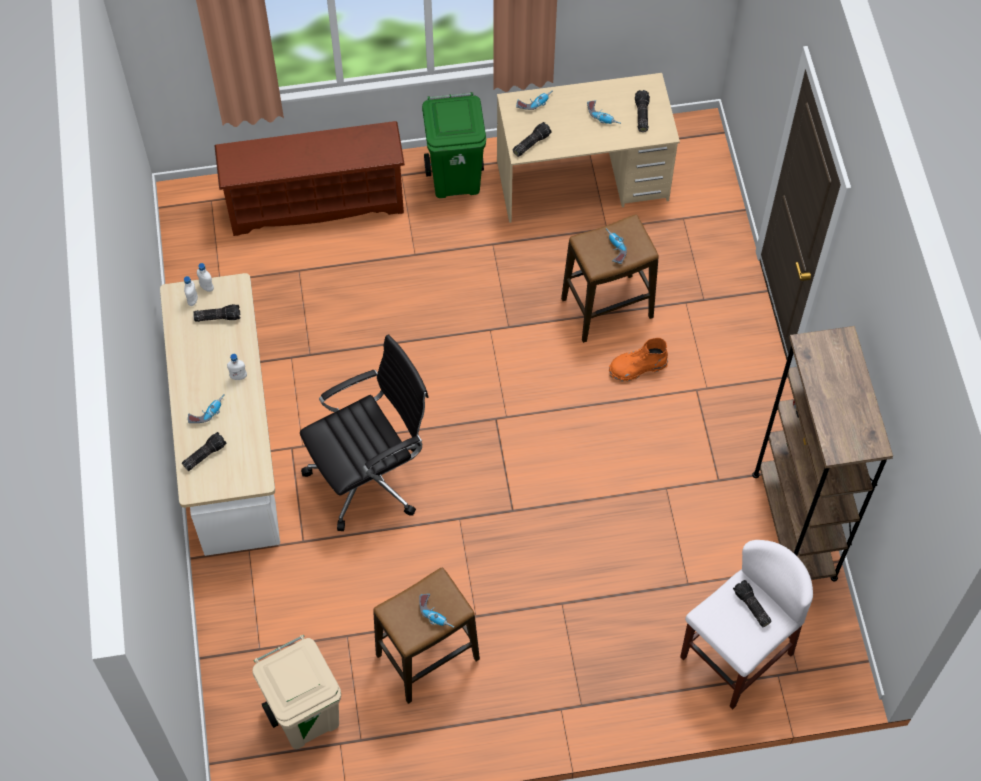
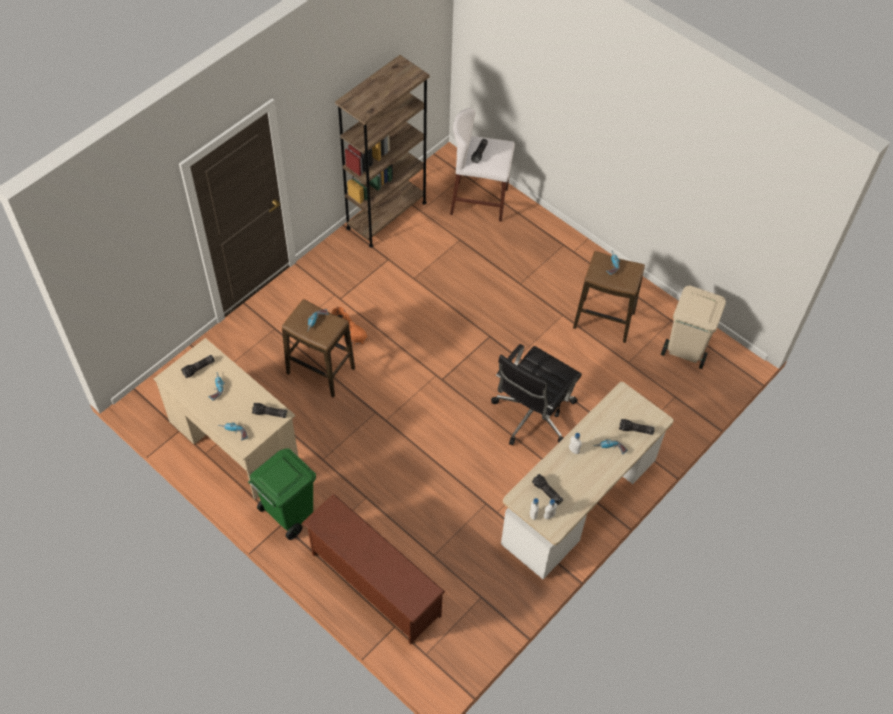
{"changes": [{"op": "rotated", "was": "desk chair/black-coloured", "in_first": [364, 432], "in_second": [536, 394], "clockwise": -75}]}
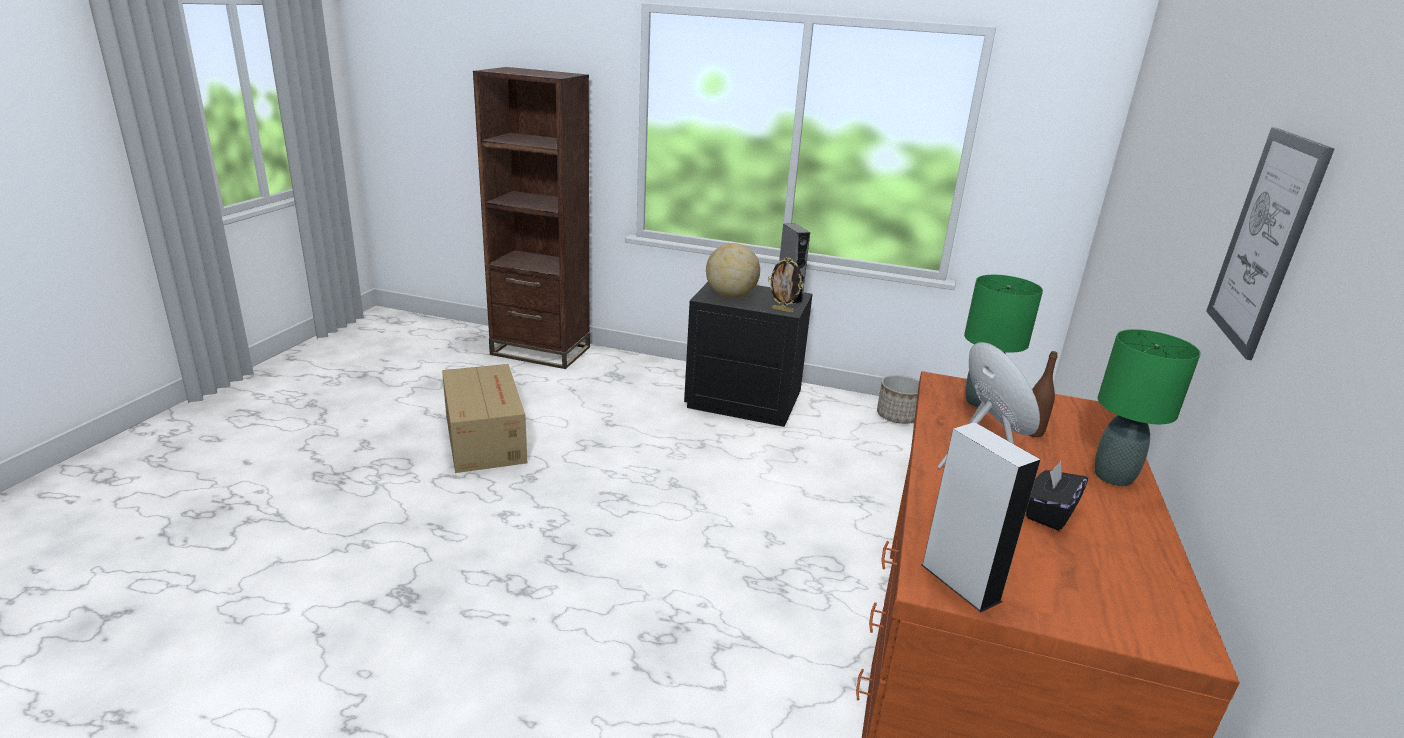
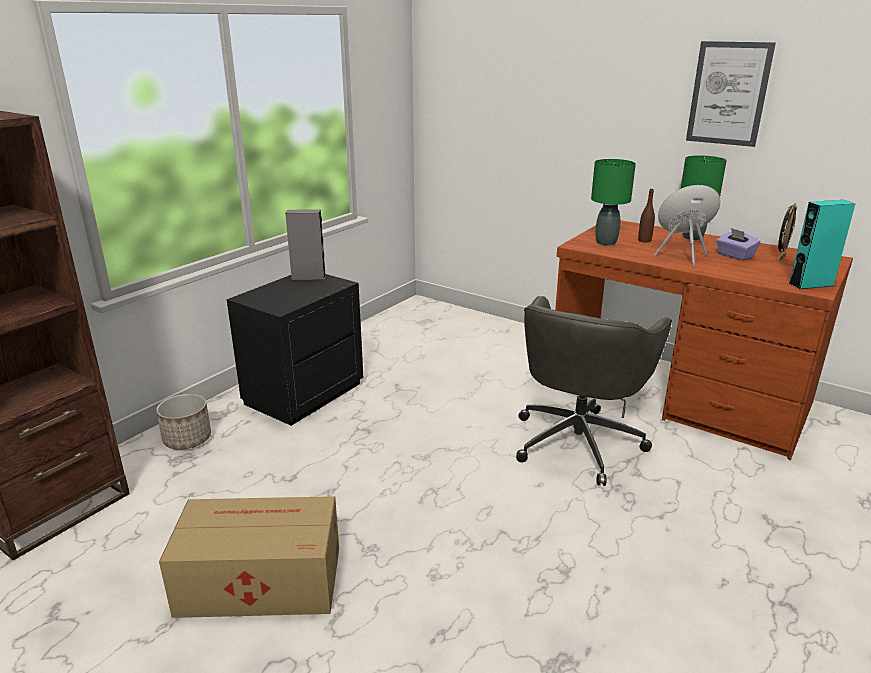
{"changes": [{"op": "gone", "was": "world globe", "in_first": [733, 270]}, {"op": "shifted", "was": "photo frame", "in_first": [786, 285], "in_second": [787, 232]}, {"op": "shifted", "was": "plant pot", "in_first": [898, 399], "in_second": [183, 421]}, {"op": "repainted", "was": "audio speaker/greyish", "now": "audio speaker/turquoise-coloured", "in_first": [981, 517], "in_second": [822, 244]}, {"op": "repainted", "was": "tissue holder/black-coloured", "now": "tissue holder/purplish", "in_first": [1057, 495], "in_second": [738, 244]}, {"op": "new", "now": "desk chair/greyish", "in_second": [594, 391]}]}
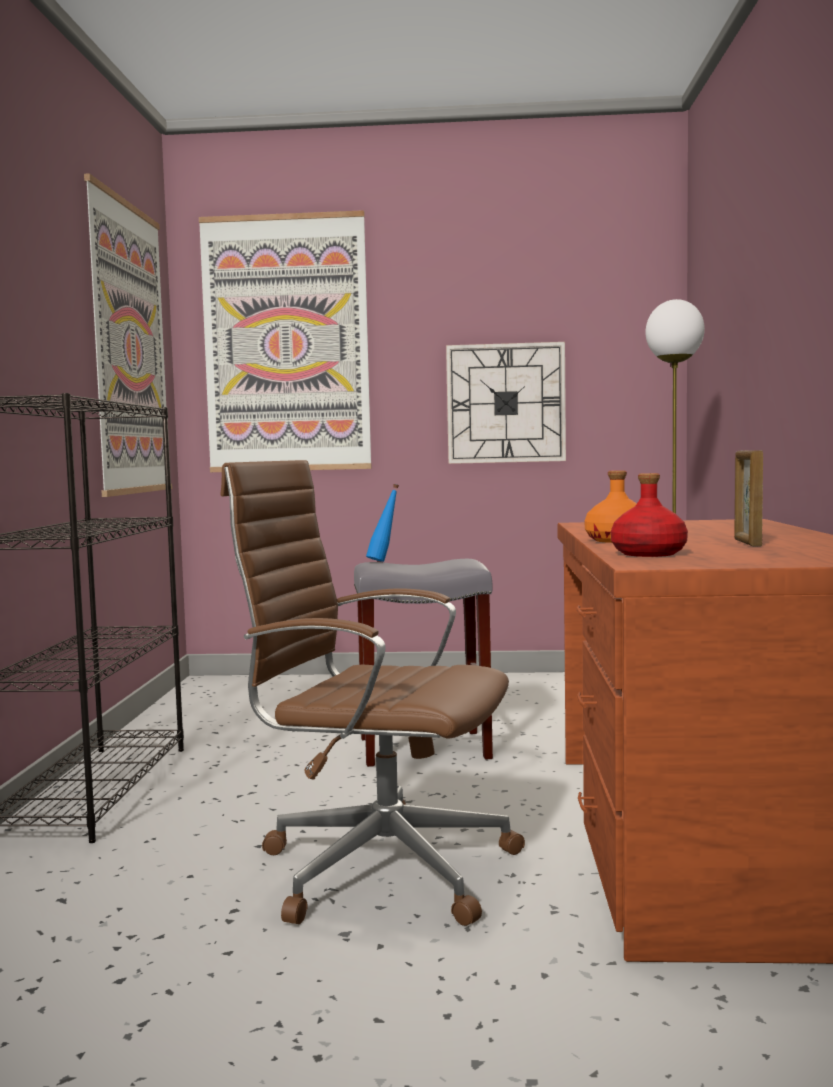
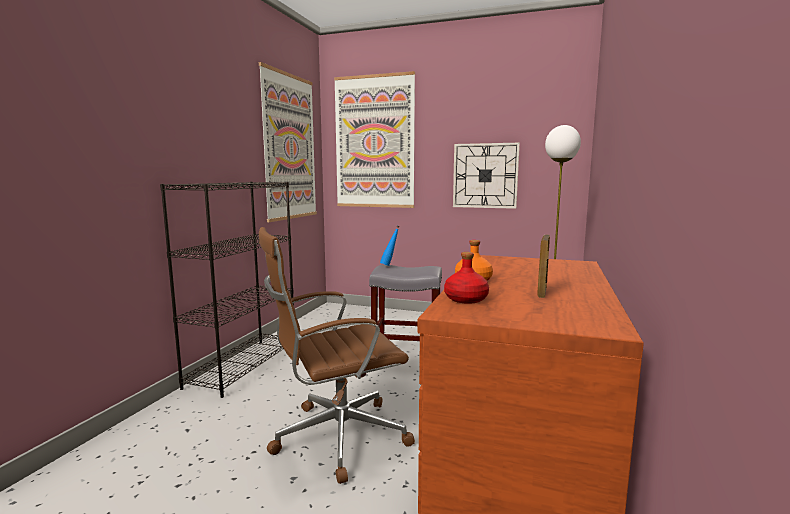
{"changes": [{"op": "rotated", "was": "desk chair/brown-coloured", "in_first": [372, 693], "in_second": [337, 355], "clockwise": -60}]}
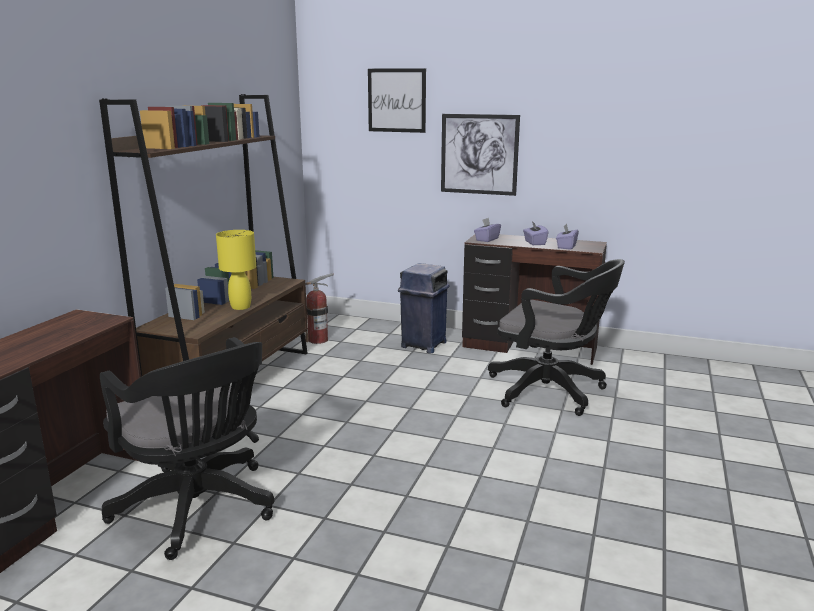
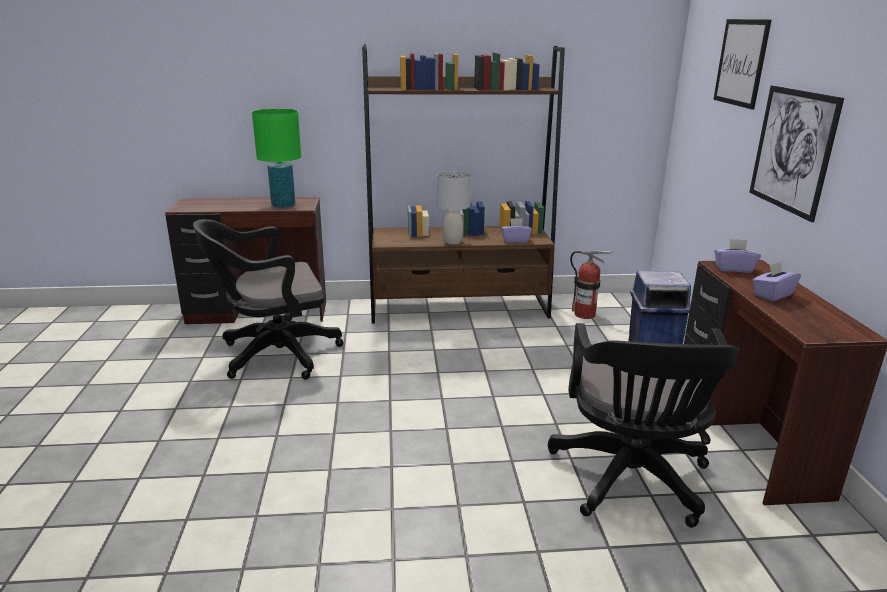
{"changes": [{"op": "shifted", "was": "tissue holder/purplish", "in_first": [567, 237], "in_second": [516, 230]}, {"op": "repainted", "was": "lamp for a table/yellow-coloured", "now": "lamp for a table/greyish", "in_first": [236, 270], "in_second": [454, 207]}, {"op": "rotated", "was": "desk chair/black-coloured", "in_first": [187, 448], "in_second": [268, 299], "clockwise": 45}, {"op": "new", "now": "lamp for a table/green-coloured", "in_second": [276, 158]}]}
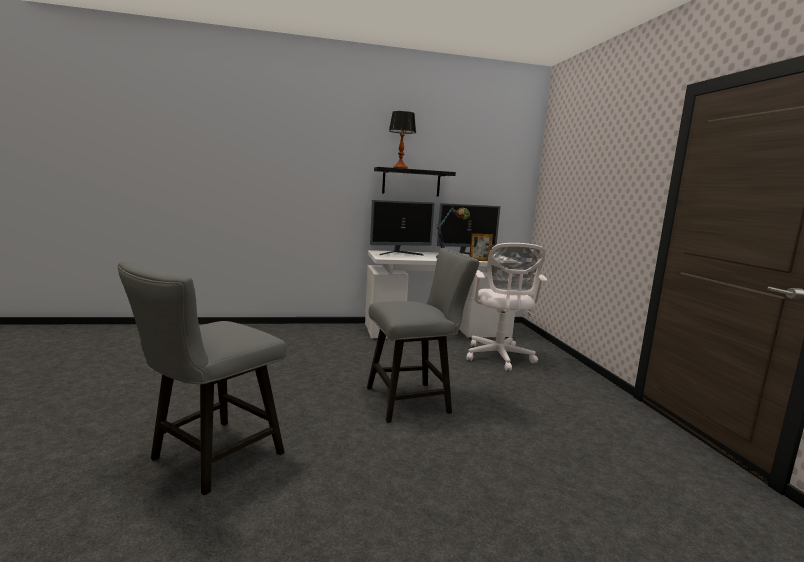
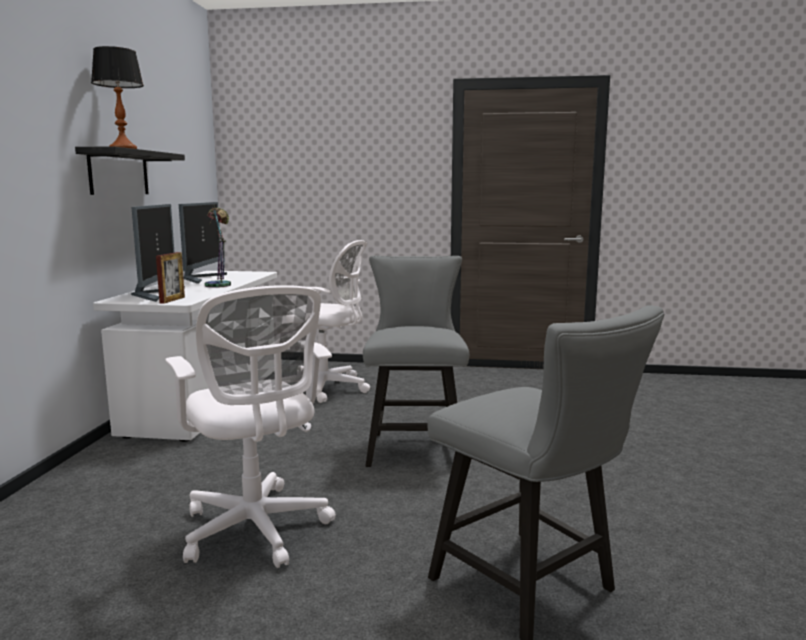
{"changes": [{"op": "shifted", "was": "photo frame", "in_first": [481, 247], "in_second": [170, 278]}, {"op": "new", "now": "desk chair/whitish", "in_second": [250, 426]}]}
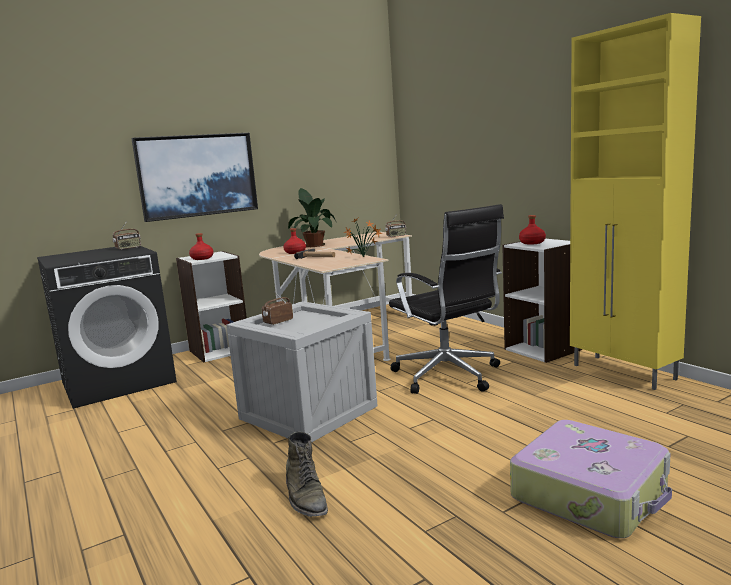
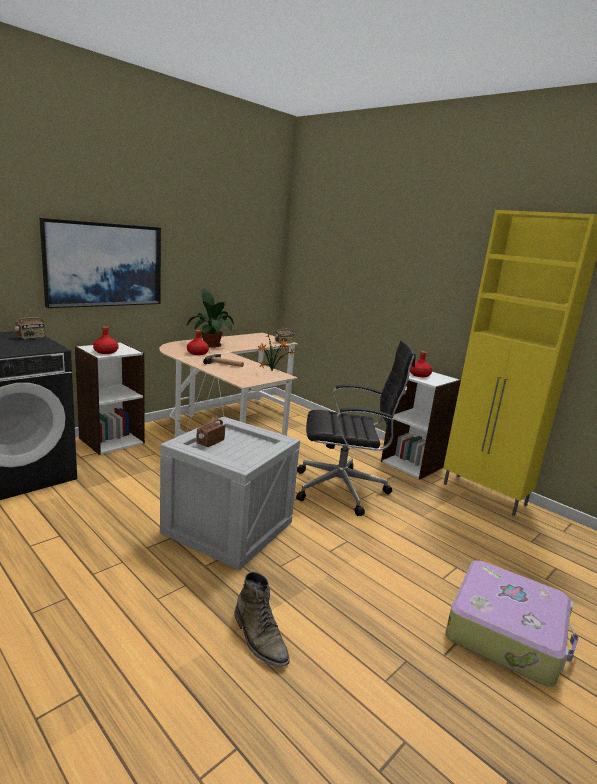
{"changes": [{"op": "rotated", "was": "desk chair/black-coloured", "in_first": [446, 299], "in_second": [356, 428], "clockwise": -45}]}
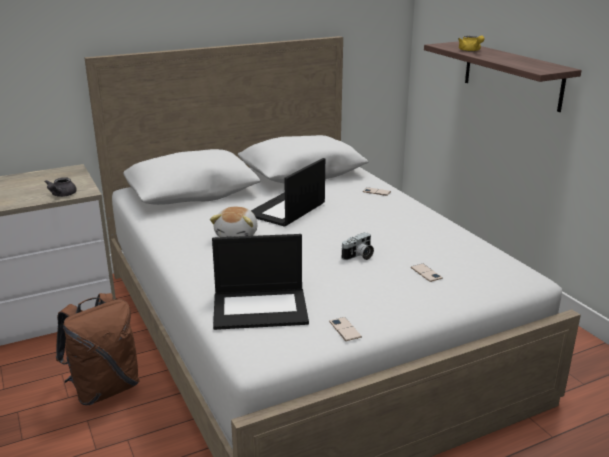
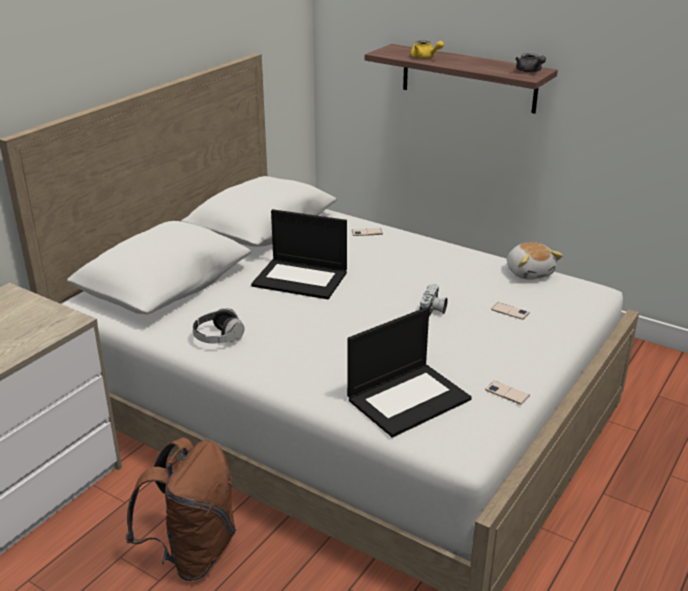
{"changes": [{"op": "rotated", "was": "laptop", "in_first": [288, 192], "in_second": [299, 254], "clockwise": -75}, {"op": "shifted", "was": "tea pot/greyish", "in_first": [60, 187], "in_second": [530, 63]}, {"op": "shifted", "was": "plush toy", "in_first": [234, 222], "in_second": [535, 261]}, {"op": "new", "now": "pair of headphones", "in_second": [218, 325]}]}
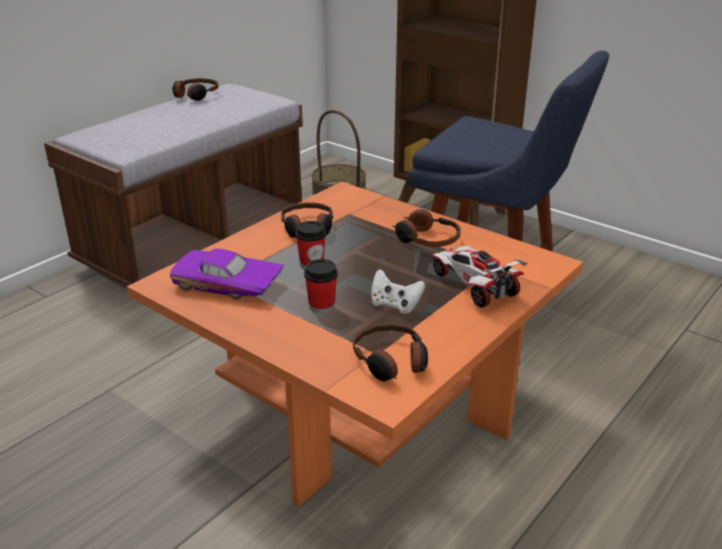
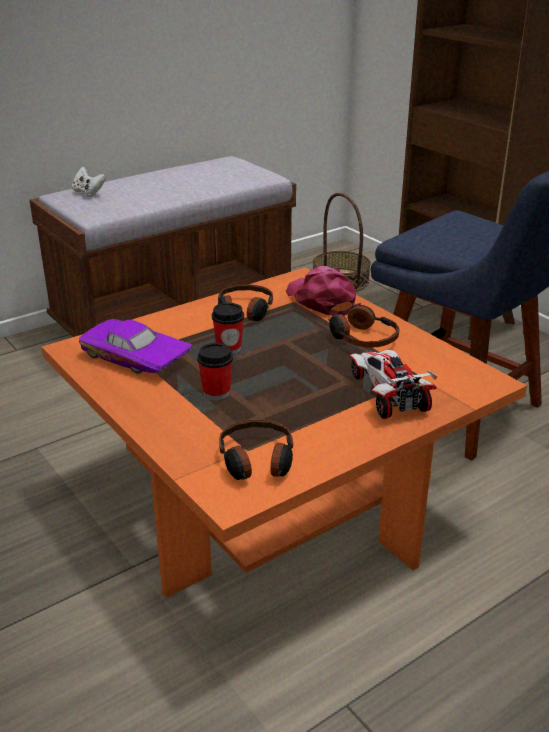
{"changes": [{"op": "gone", "was": "pair of headphones", "in_first": [195, 89]}, {"op": "shifted", "was": "joypad/whitish", "in_first": [398, 291], "in_second": [89, 182]}, {"op": "new", "now": "cap/pink", "in_second": [323, 291]}]}
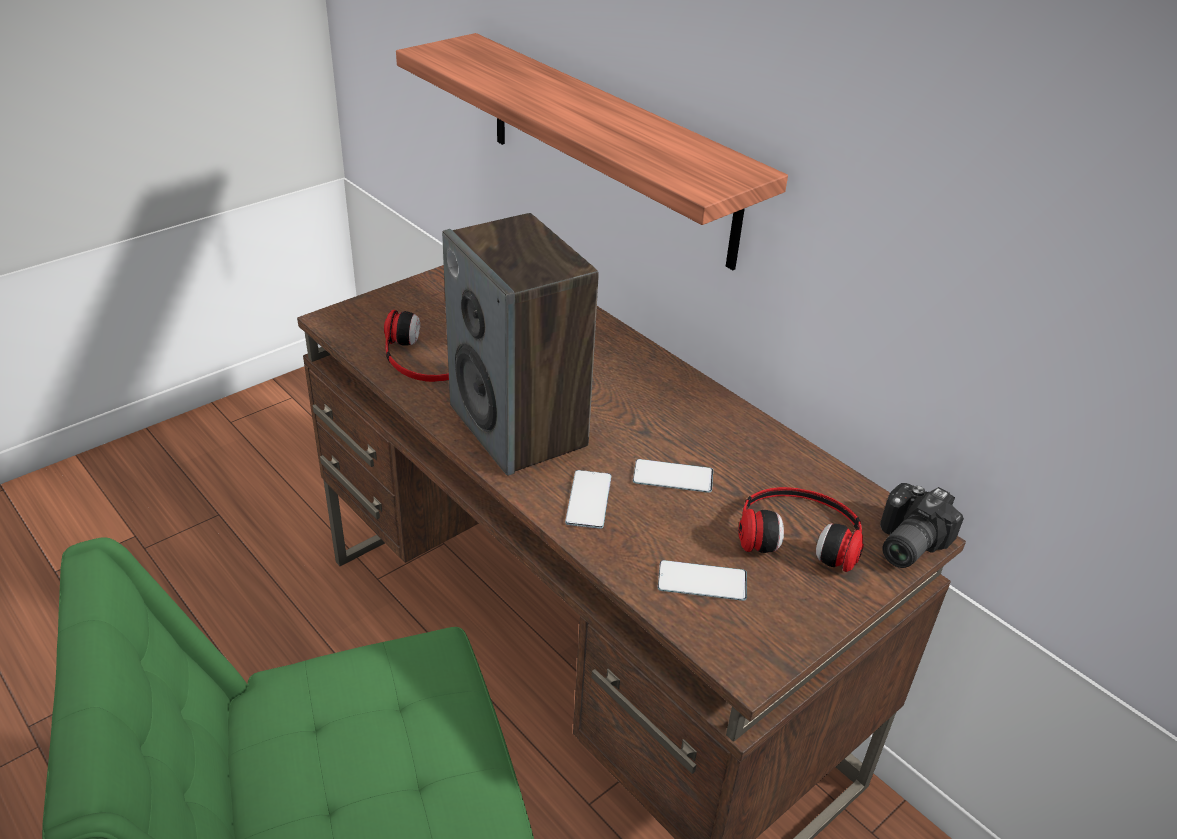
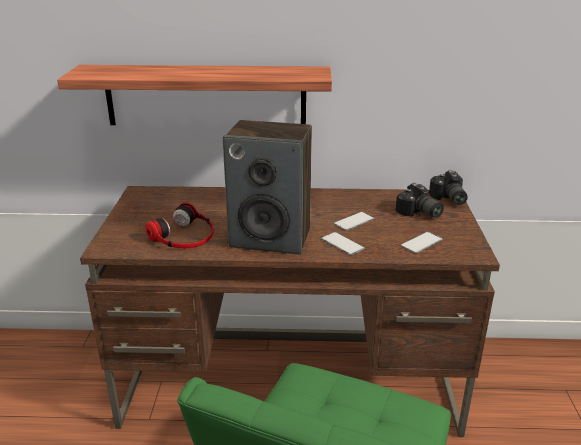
{"changes": [{"op": "swapped", "was": "pair of headphones", "now": "photo camera", "in_first": [801, 529], "in_second": [419, 200]}]}
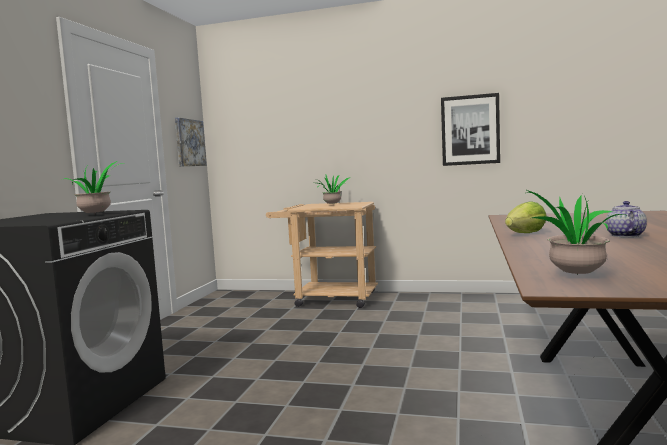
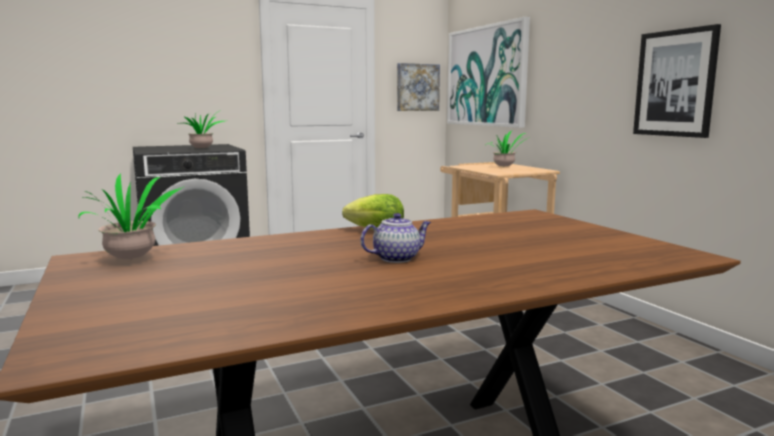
{"changes": [{"op": "new", "now": "wall art", "in_second": [488, 72]}]}
